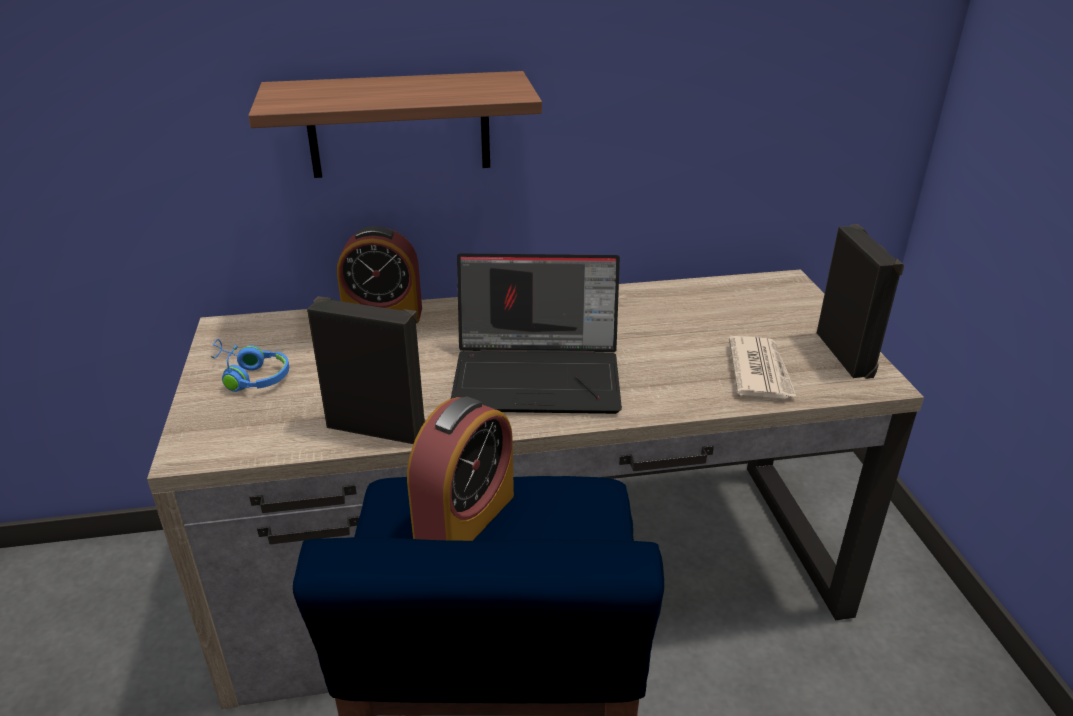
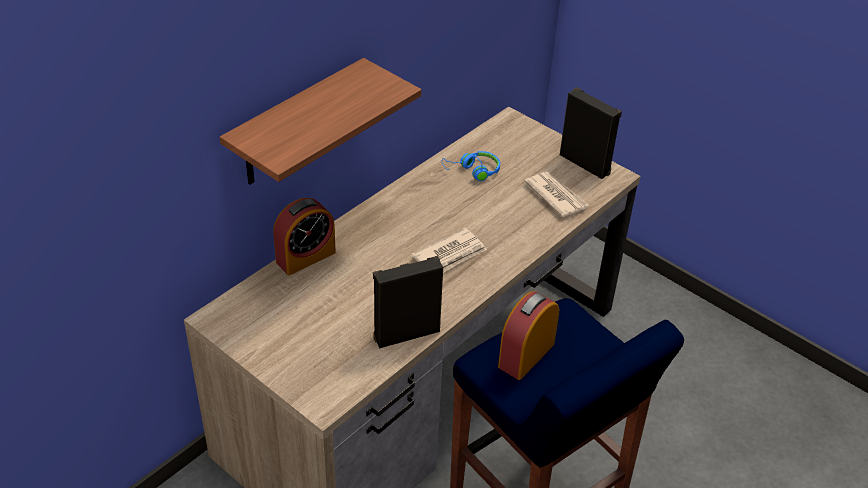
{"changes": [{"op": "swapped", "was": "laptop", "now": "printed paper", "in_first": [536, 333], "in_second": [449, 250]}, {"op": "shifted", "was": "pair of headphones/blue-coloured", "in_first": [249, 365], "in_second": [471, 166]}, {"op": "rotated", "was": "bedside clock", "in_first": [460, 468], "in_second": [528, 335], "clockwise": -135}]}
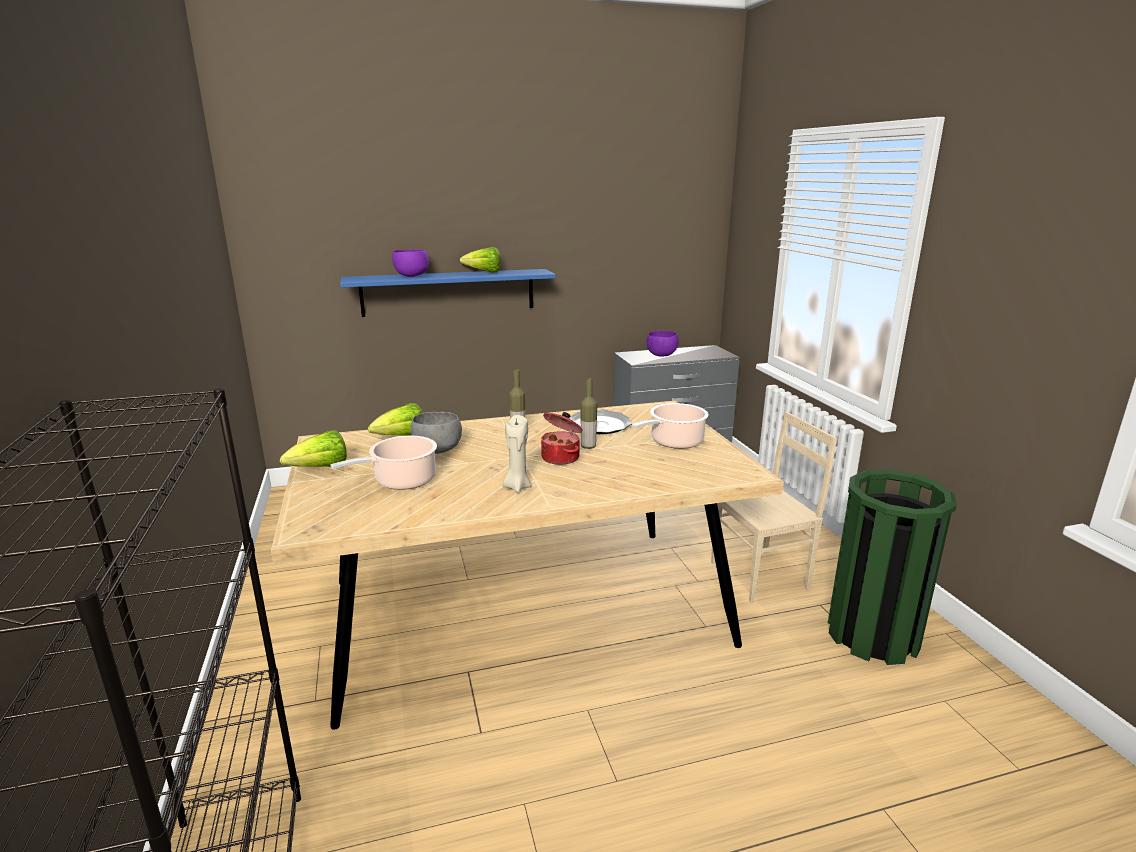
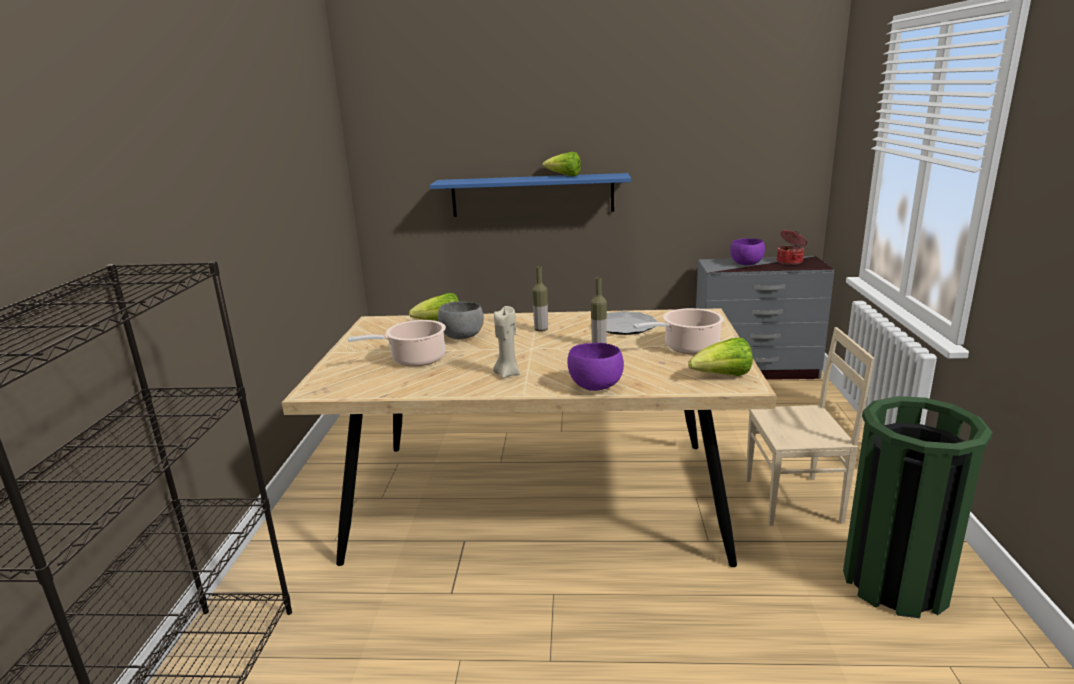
{"changes": [{"op": "shifted", "was": "bowl/purplish", "in_first": [410, 263], "in_second": [596, 367]}, {"op": "shifted", "was": "cooking pot", "in_first": [561, 438], "in_second": [792, 247]}, {"op": "shifted", "was": "lettuce", "in_first": [313, 449], "in_second": [720, 357]}]}
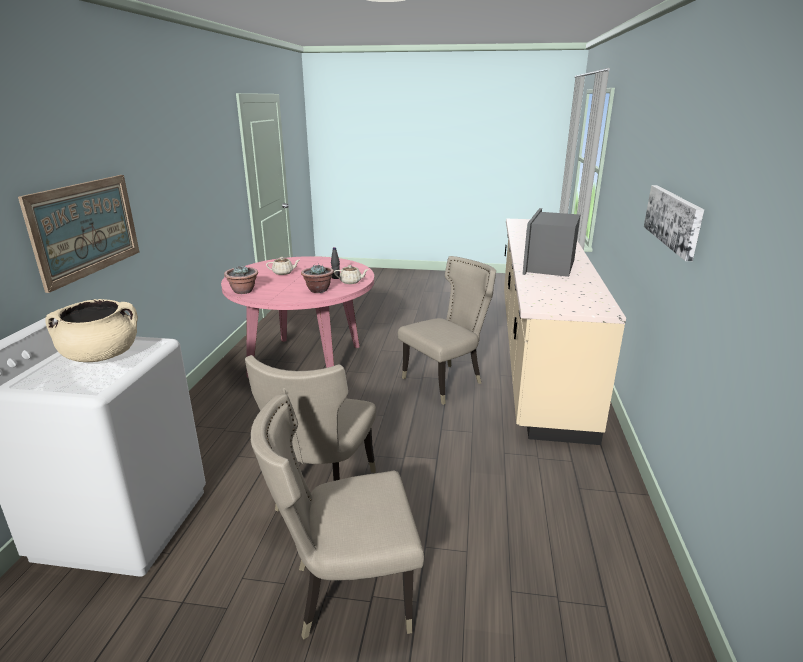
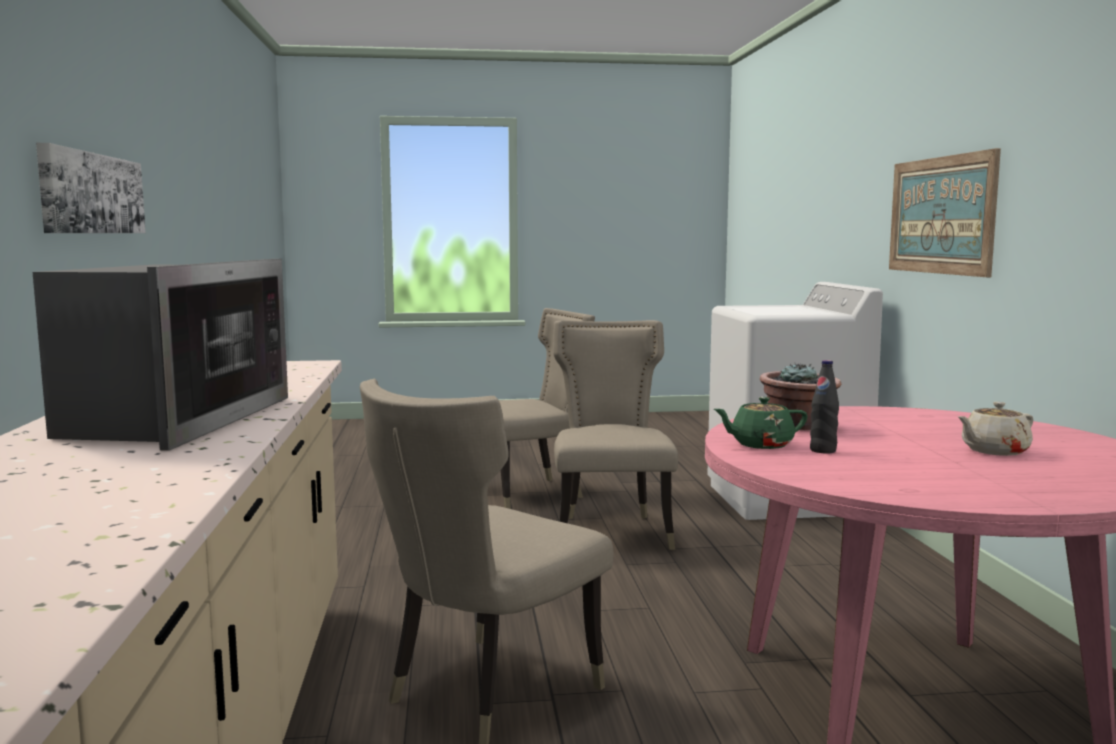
{"changes": [{"op": "gone", "was": "houseplant", "in_first": [241, 279]}, {"op": "repainted", "was": "tea pot/sand-coloured", "now": "tea pot/green-coloured", "in_first": [351, 274], "in_second": [760, 423]}, {"op": "gone", "was": "cooking pot/sand-coloured", "in_first": [91, 330]}]}
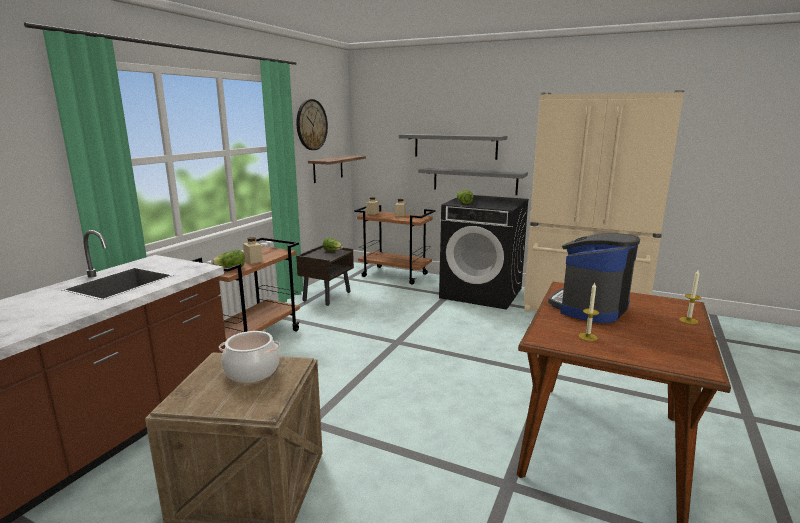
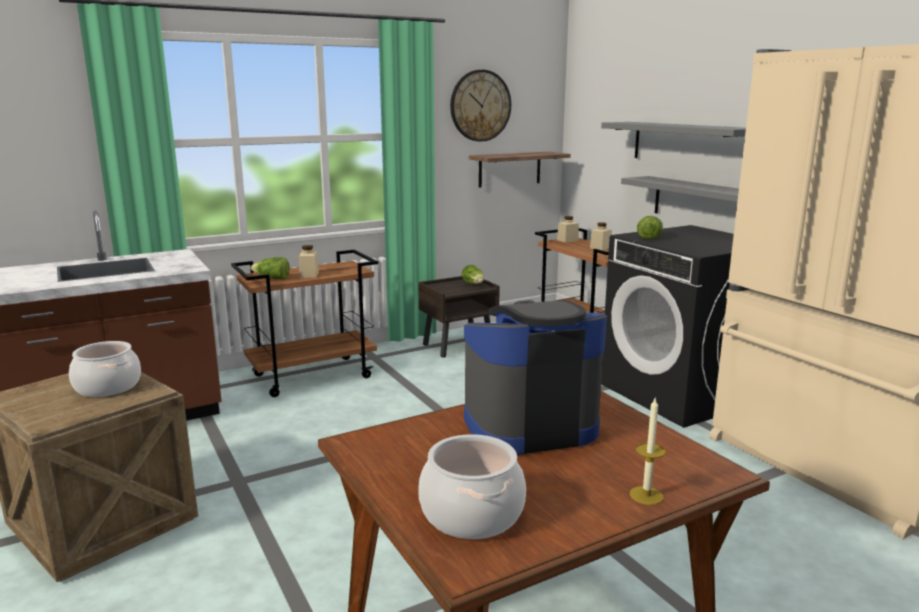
{"changes": [{"op": "gone", "was": "candle", "in_first": [589, 312]}, {"op": "new", "now": "cooking pot", "in_second": [472, 486]}]}
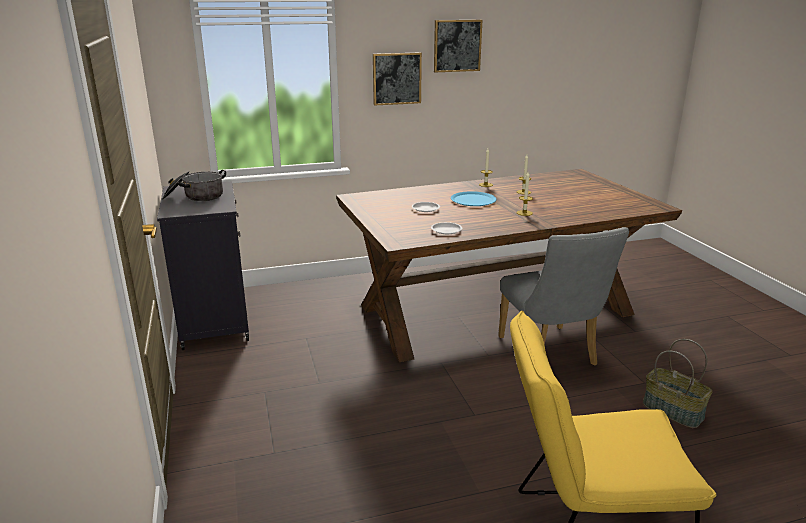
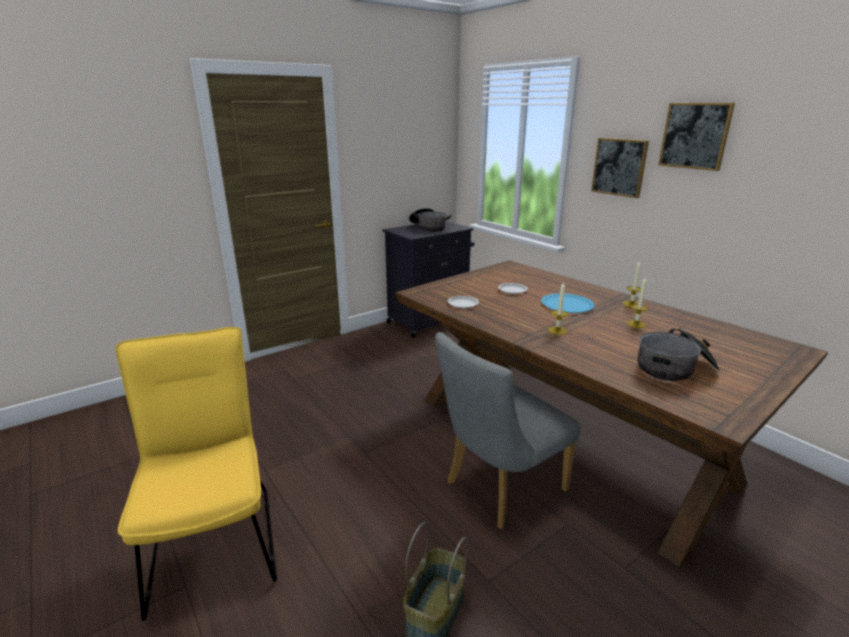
{"changes": [{"op": "new", "now": "cooking pot", "in_second": [678, 354]}]}
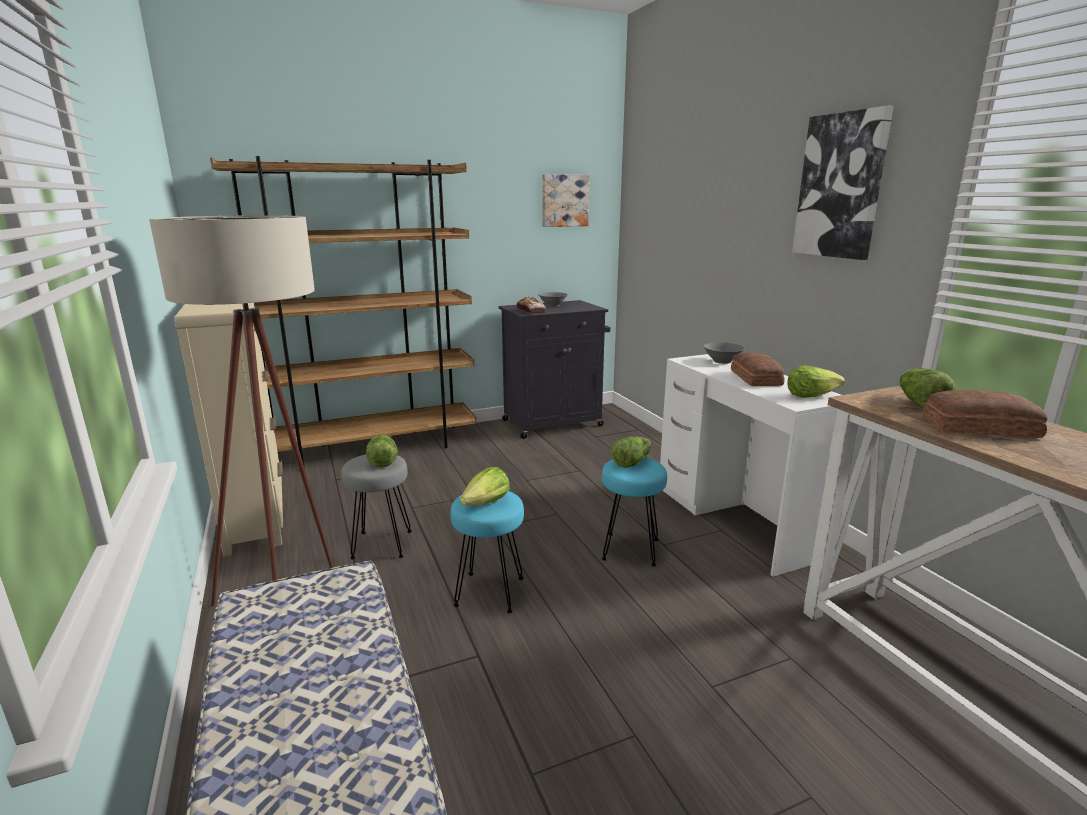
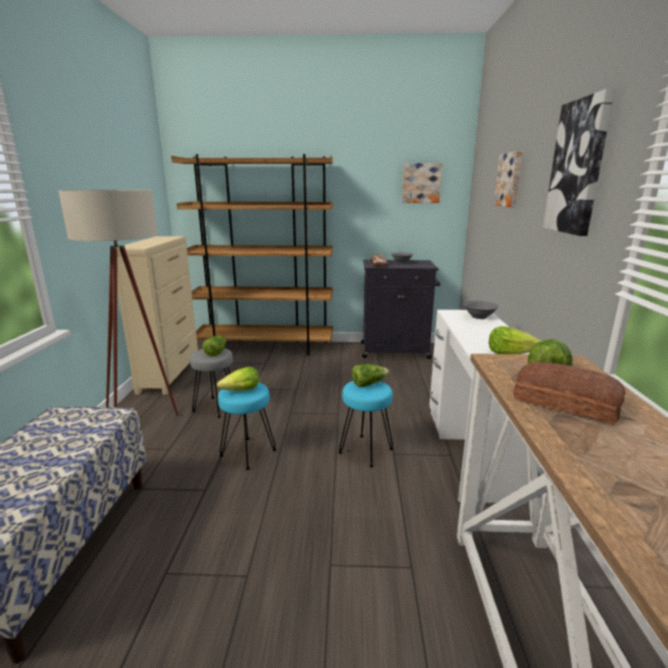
{"changes": [{"op": "gone", "was": "baked bread", "in_first": [758, 369]}, {"op": "new", "now": "wall art", "in_second": [508, 179]}]}
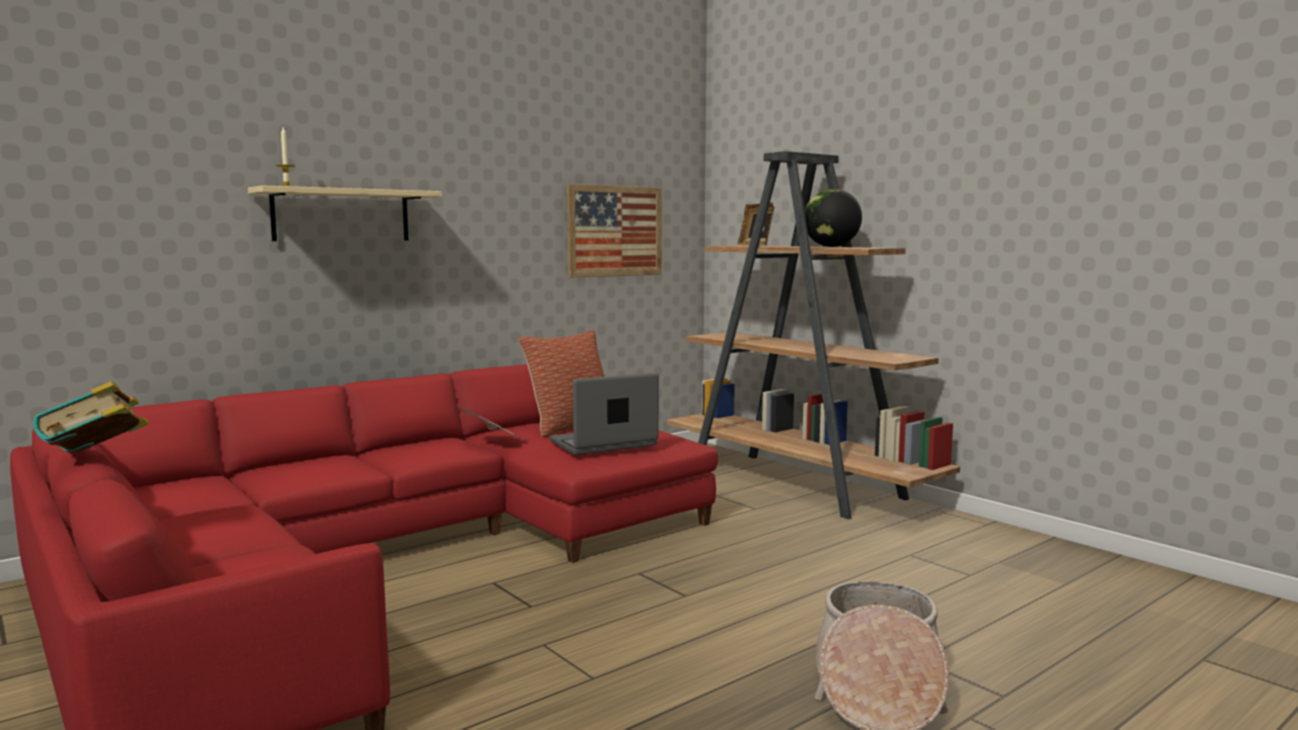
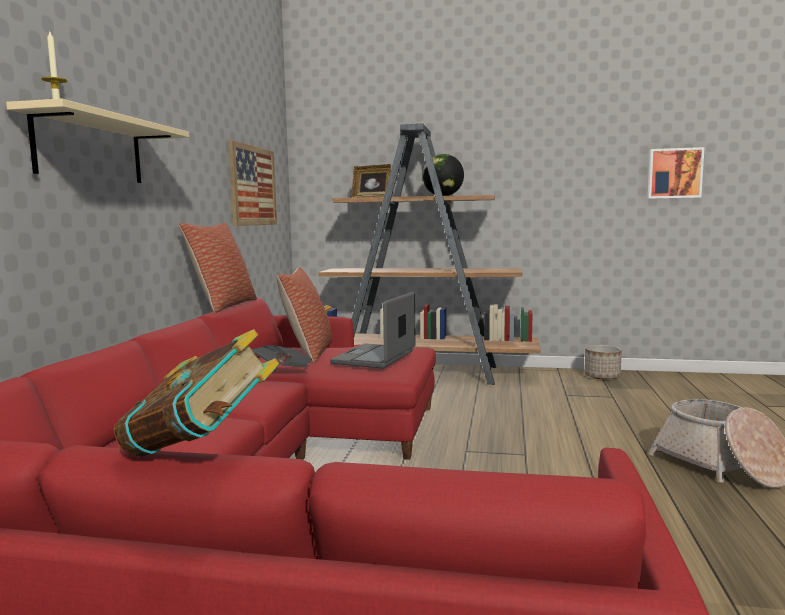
{"changes": [{"op": "new", "now": "wall art", "in_second": [676, 173]}, {"op": "new", "now": "cushion", "in_second": [218, 268]}, {"op": "new", "now": "plant pot", "in_second": [603, 362]}]}
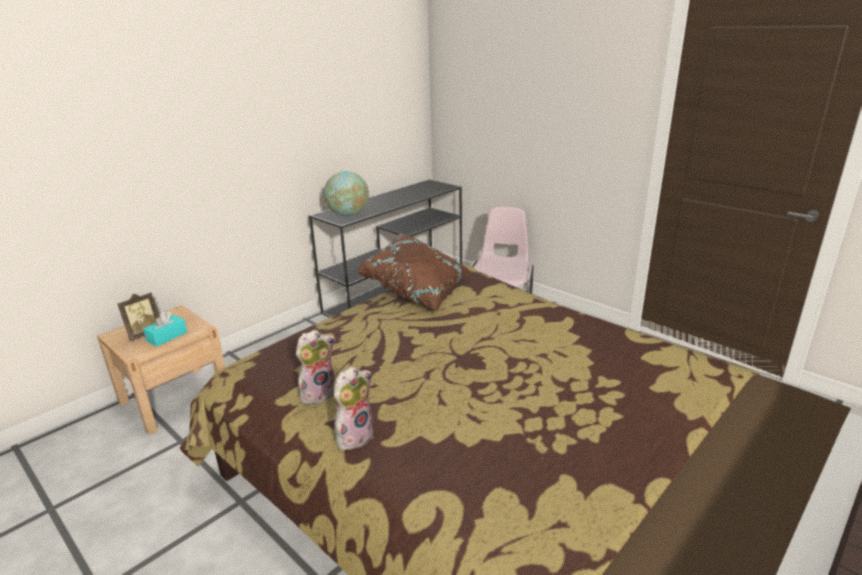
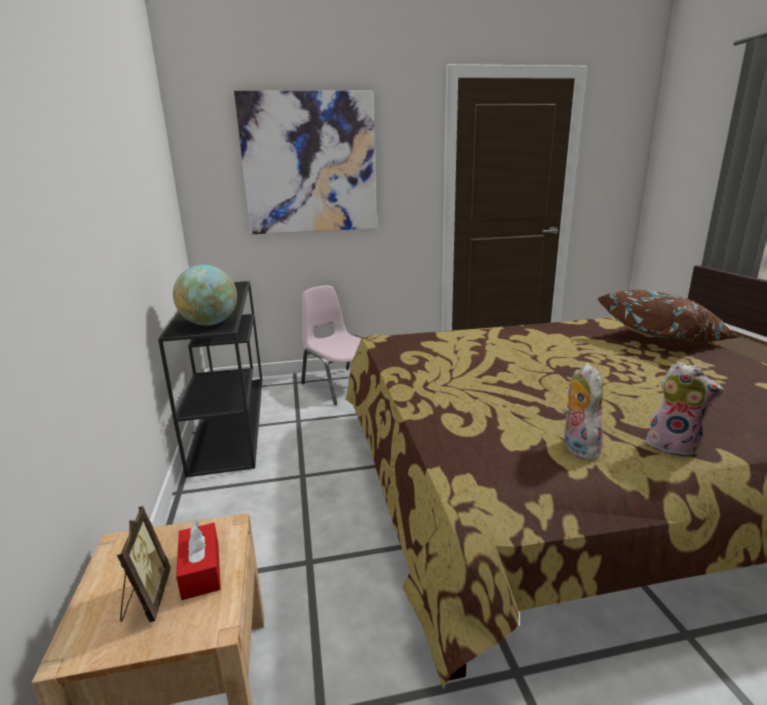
{"changes": [{"op": "shifted", "was": "cushion/brown-coloured", "in_first": [414, 272], "in_second": [669, 316]}, {"op": "repainted", "was": "tissue holder/turquoise-coloured", "now": "tissue holder/red", "in_first": [165, 329], "in_second": [198, 560]}, {"op": "rotated", "was": "plush toy", "in_first": [354, 408], "in_second": [685, 410], "clockwise": 135}, {"op": "new", "now": "wall art", "in_second": [305, 162]}]}
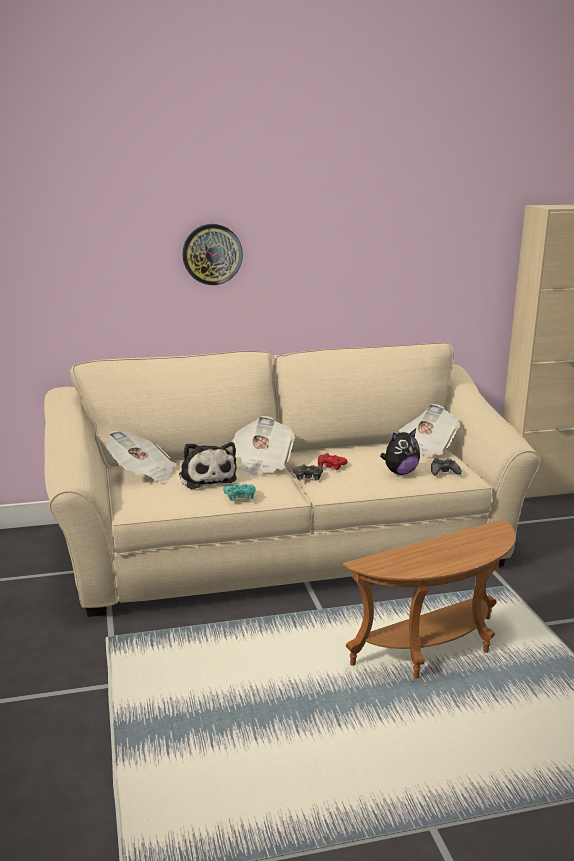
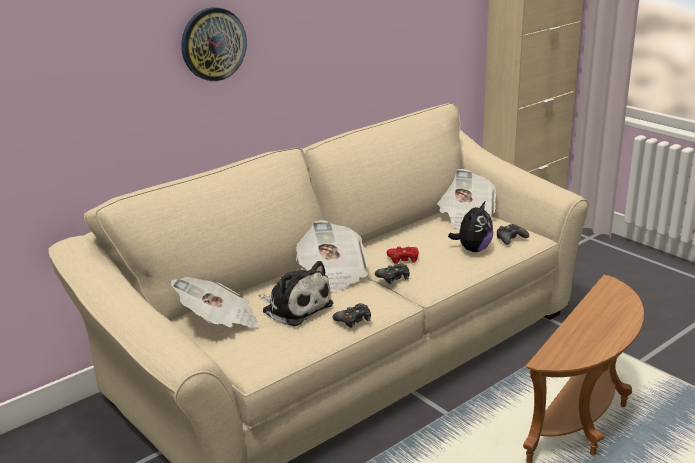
{"changes": [{"op": "repainted", "was": "joypad/turquoise-coloured", "now": "joypad/black-coloured", "in_first": [240, 492], "in_second": [352, 315]}]}
